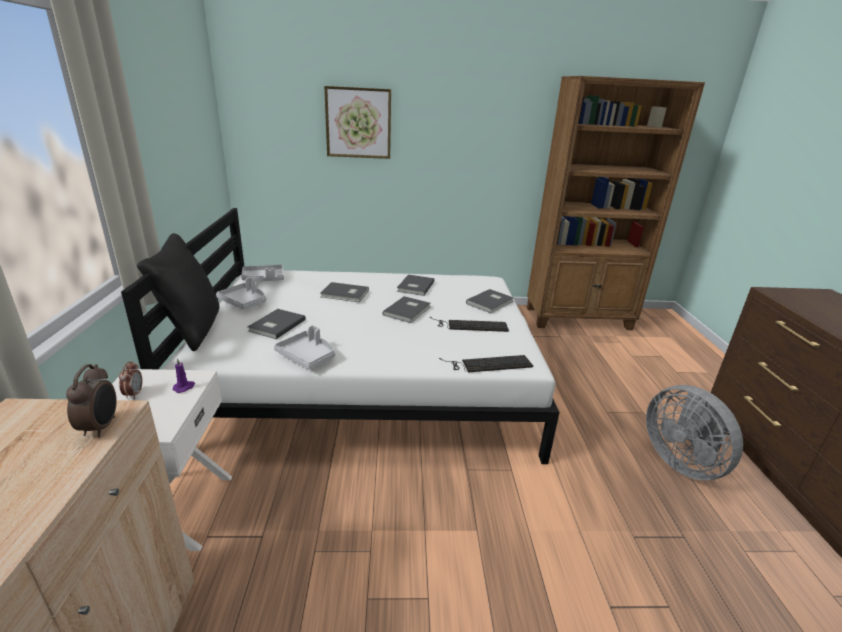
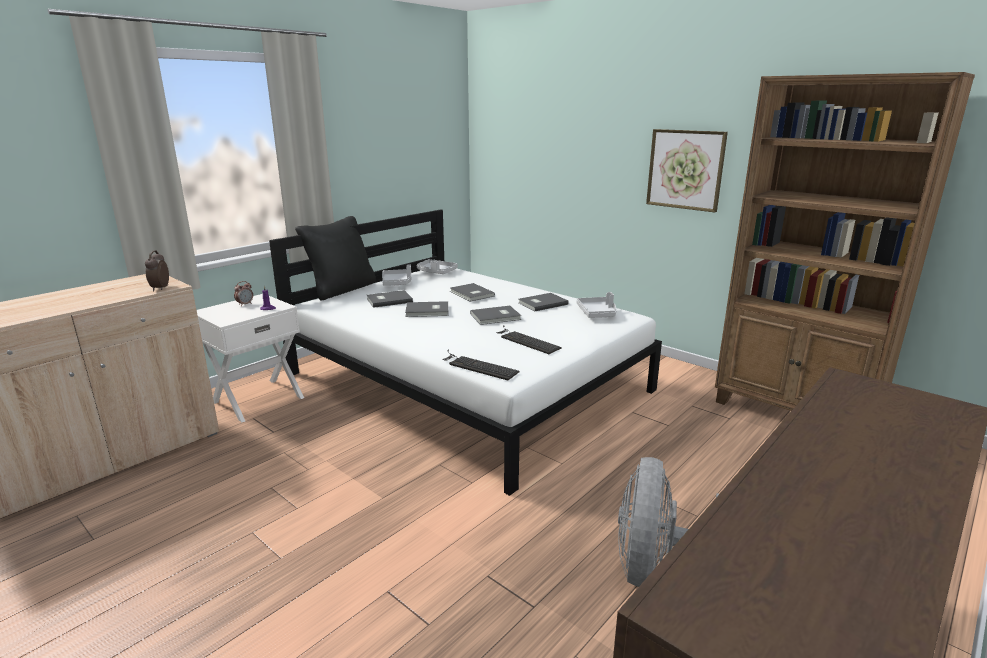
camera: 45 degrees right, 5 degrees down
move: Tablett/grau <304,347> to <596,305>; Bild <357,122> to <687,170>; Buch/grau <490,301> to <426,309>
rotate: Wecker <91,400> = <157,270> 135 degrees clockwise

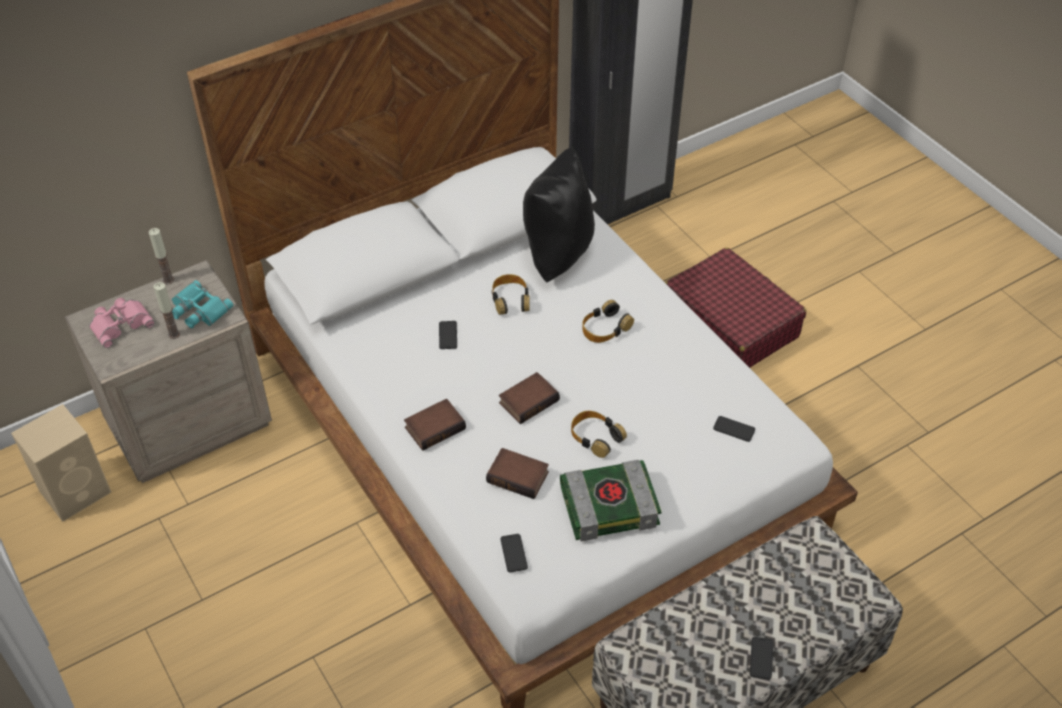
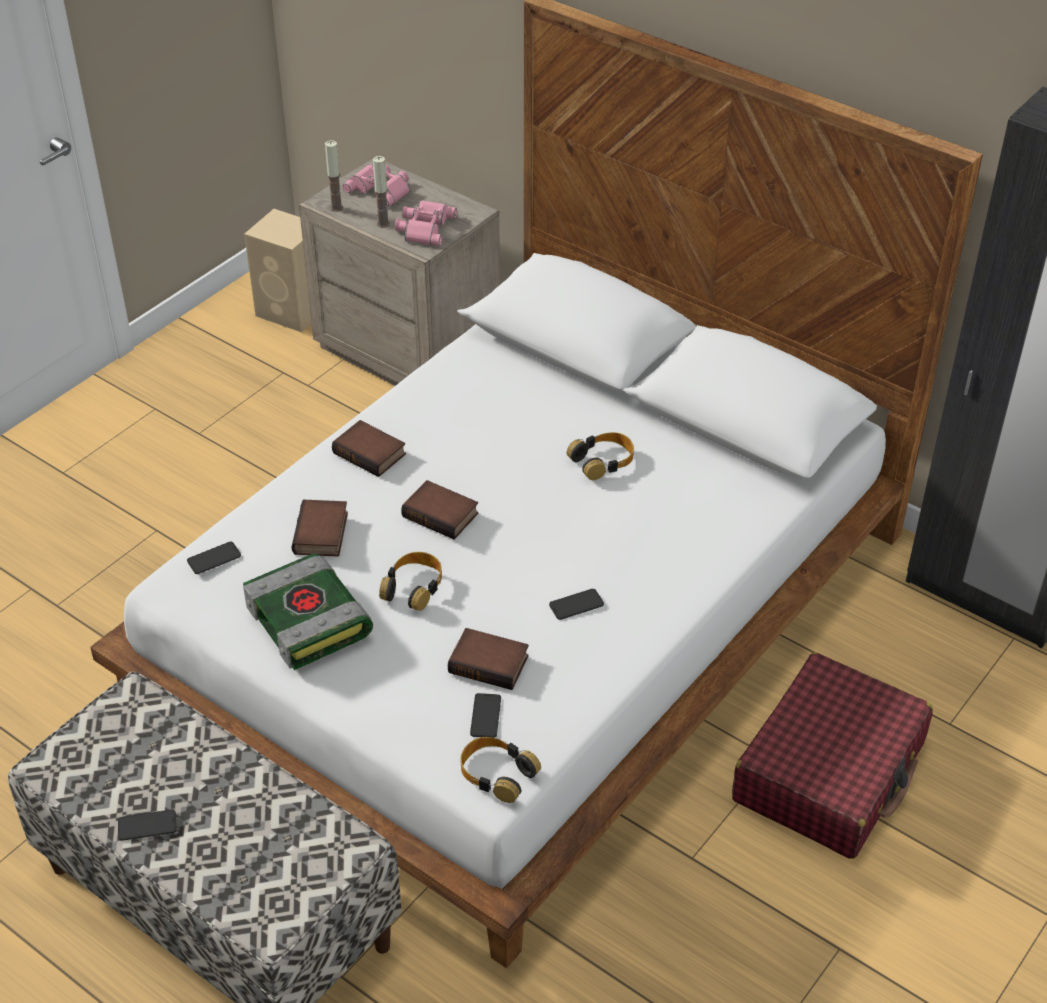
camera: 70 degrees right, 5 degrees down
delete: Kissen/schwarz <559,215>
insert: Buch <488,659>
move: Kerze <161,256> to <334,176>; Handy <448,335> to <576,604>; Kopfhörer <608,321> to <500,770>
recolor: Fernglas/türkis <202,304> to Fernglas/rosa <426,223>

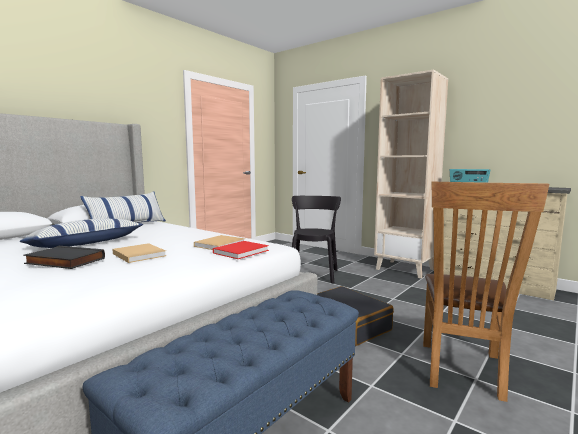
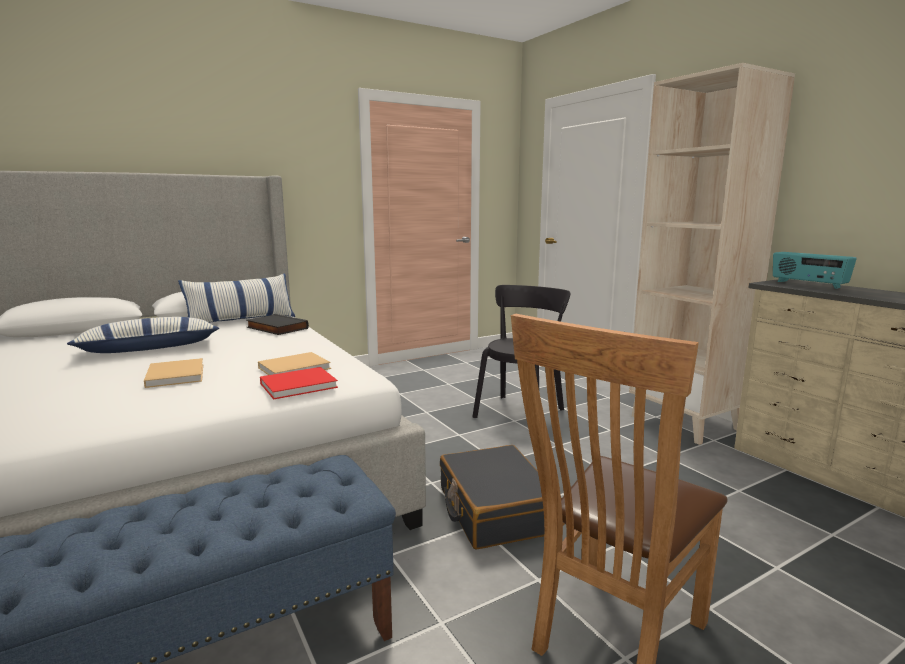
camera: 20 degrees right, 5 degrees up
move: Buch/schwarz <64,257> to <277,324>

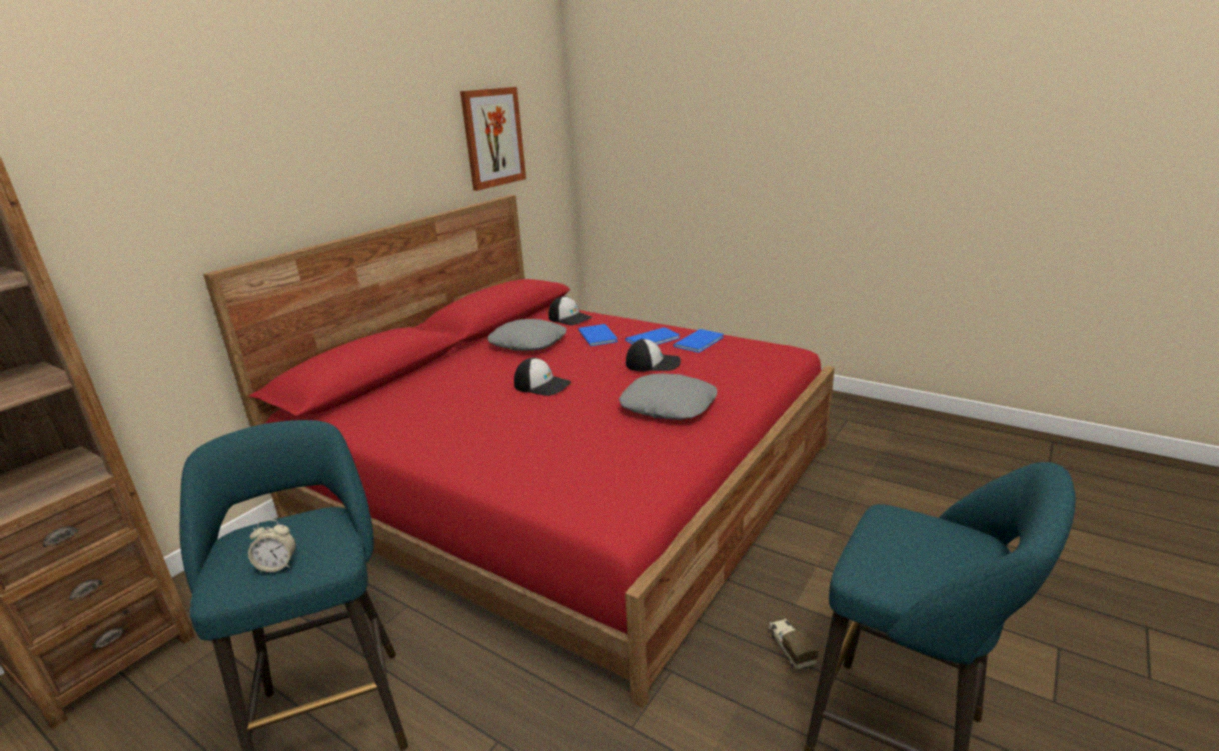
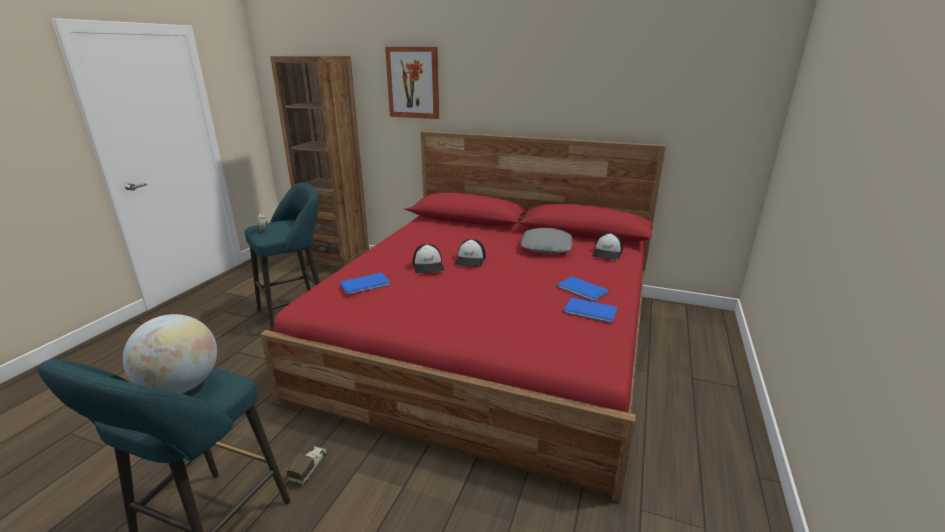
camera: 75 degrees right, 0 degrees up
delete: Kissen/grau <668,396>
insert: Globus <170,354>
move: Bild <493,139> to <412,83>; Buch/blau <598,335> to <365,284>; Kappe <653,355> to <428,258>
rotate: Spielzeuglaster <793,644> = <306,465> 45 degrees counterclockwise

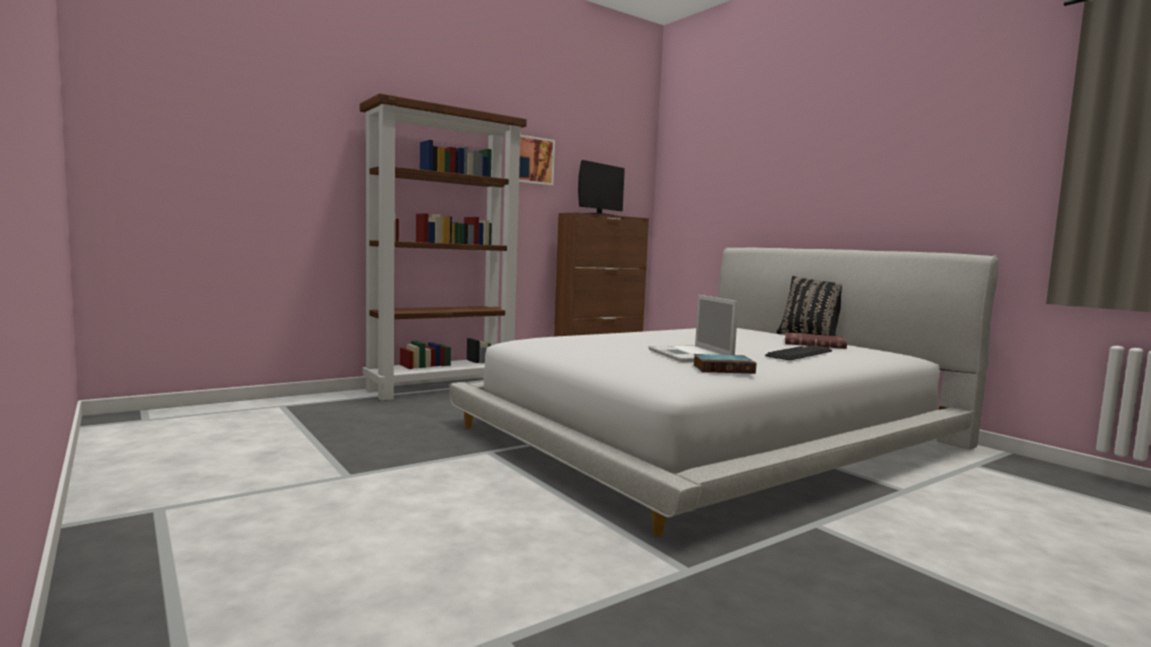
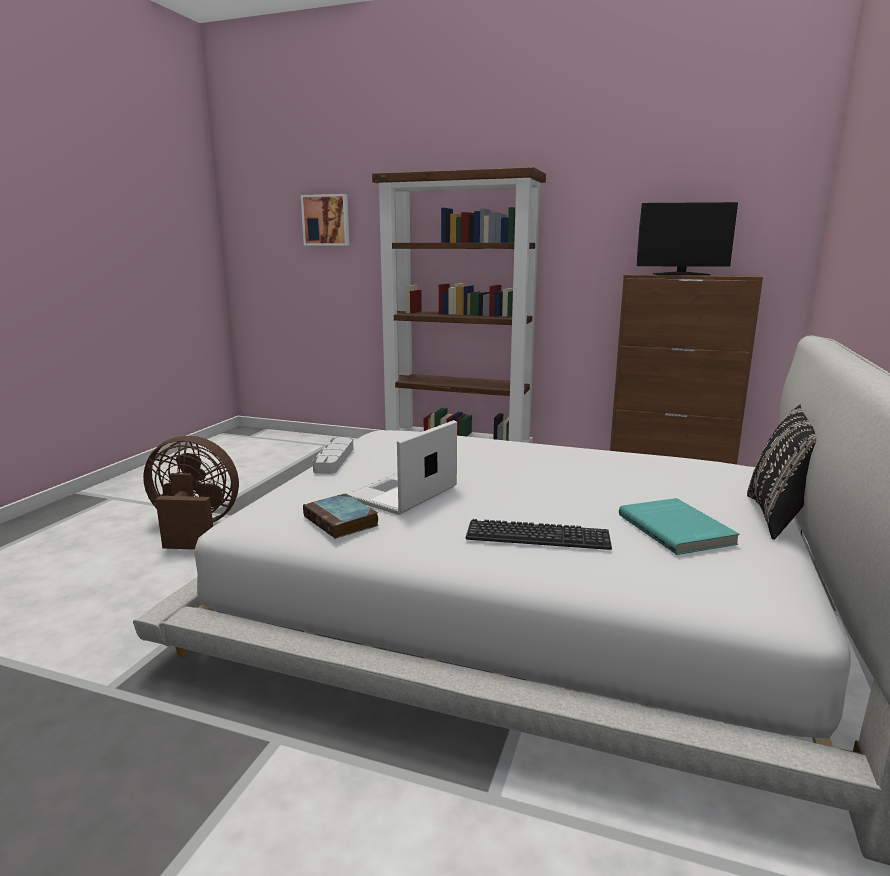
camera: 55 degrees right, 10 degrees up
insert: Ventilator/braun <191,493>; Tablett/grau <333,455>
move: Bild <537,160> to <325,220>
recolor: Buch/rot <816,340> to Buch/türkis <679,526>

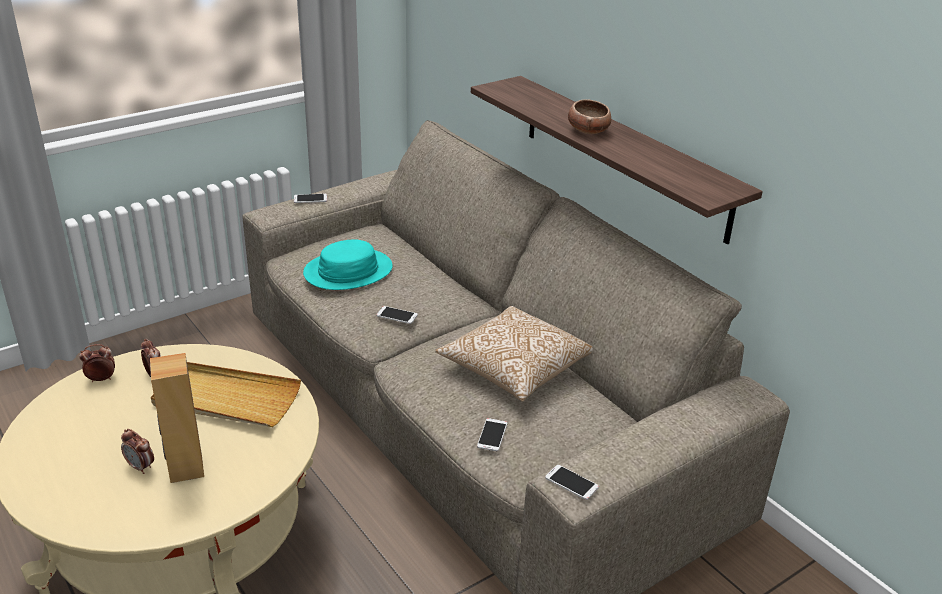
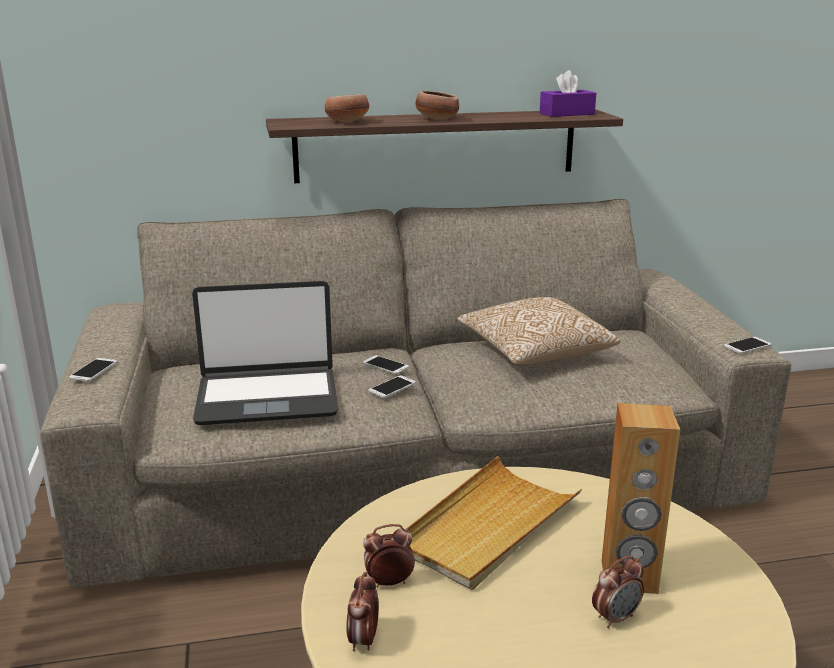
camera: 65 degrees left, 10 degrees down
insert: Schüssel <347,108>; Taschentuchbox/lila <568,93>
move: Handy <492,434> to <386,364>
replace: Hut/türkis <348,264> to Laptop <265,353>

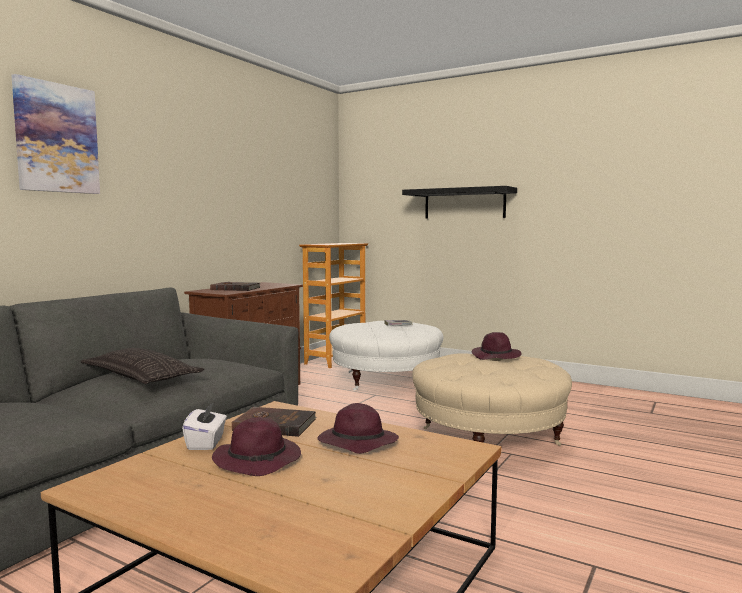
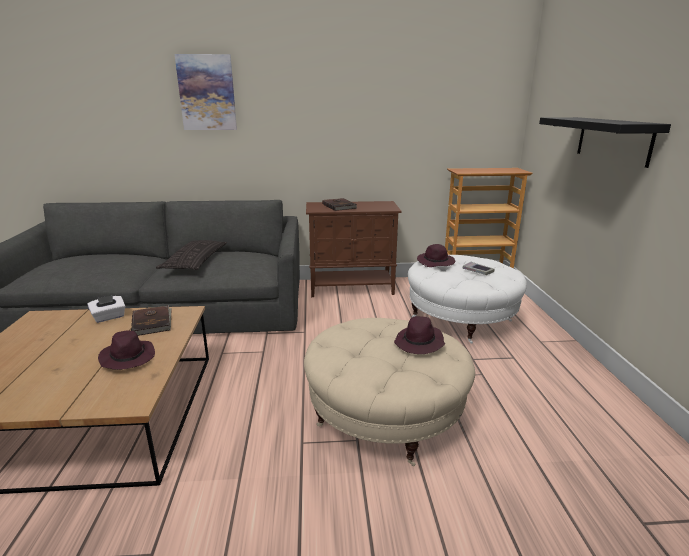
camera: 55 degrees right, 15 degrees up
move: Hut/lila <256,446> to <436,255>

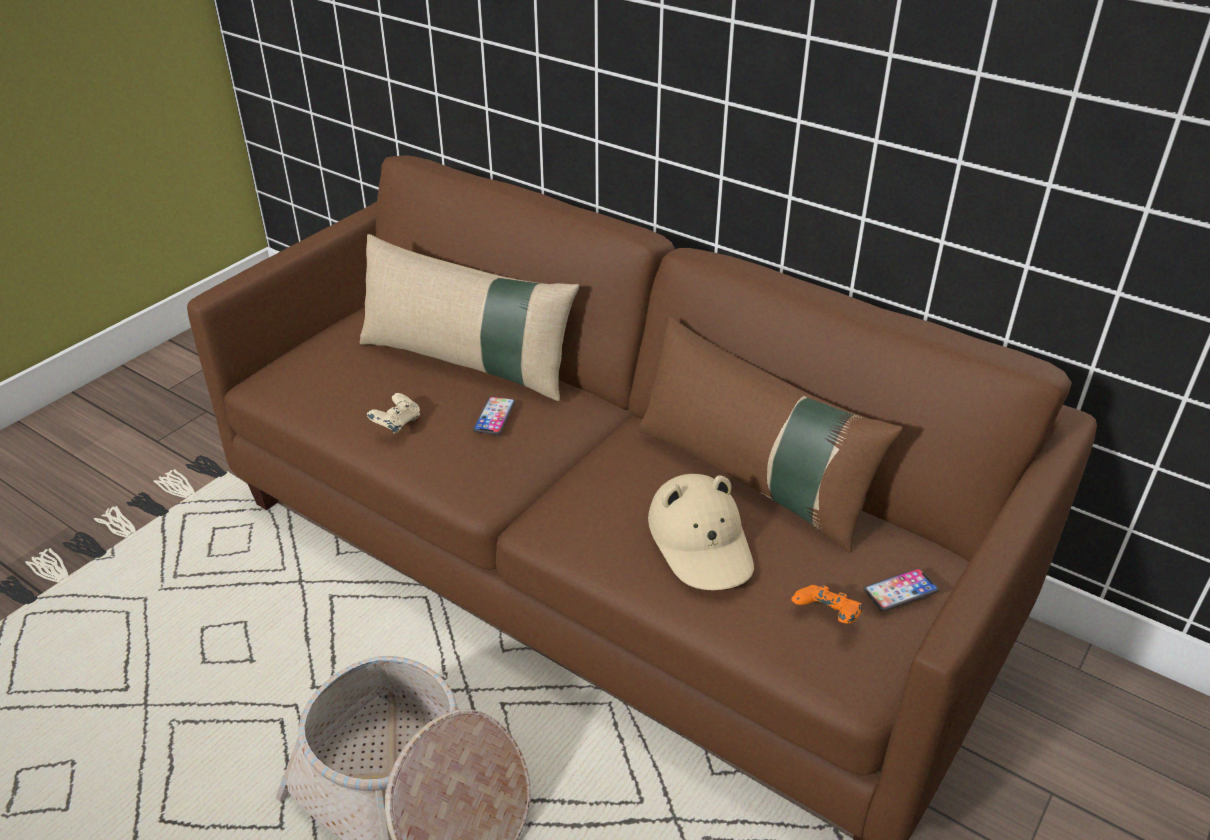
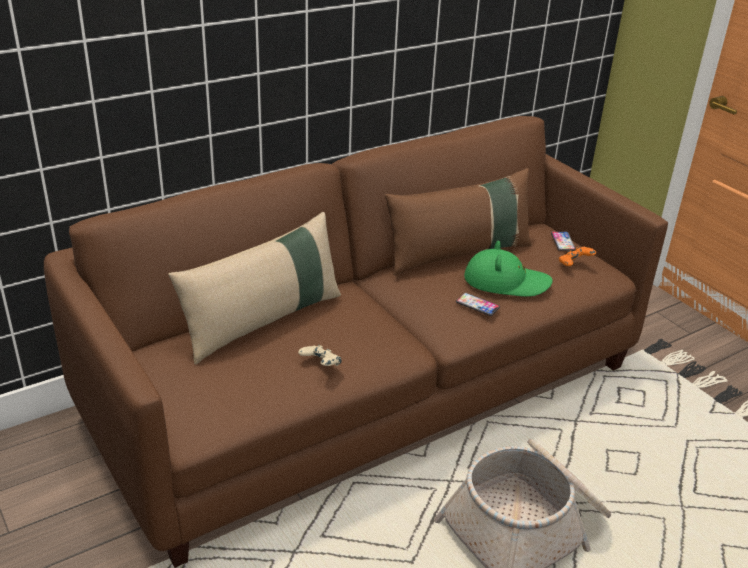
camera: 70 degrees left, 5 degrees down
move: Handy <494,415> to <478,304>
recolor: Hut/beige <701,532> to Hut/grün <508,269>

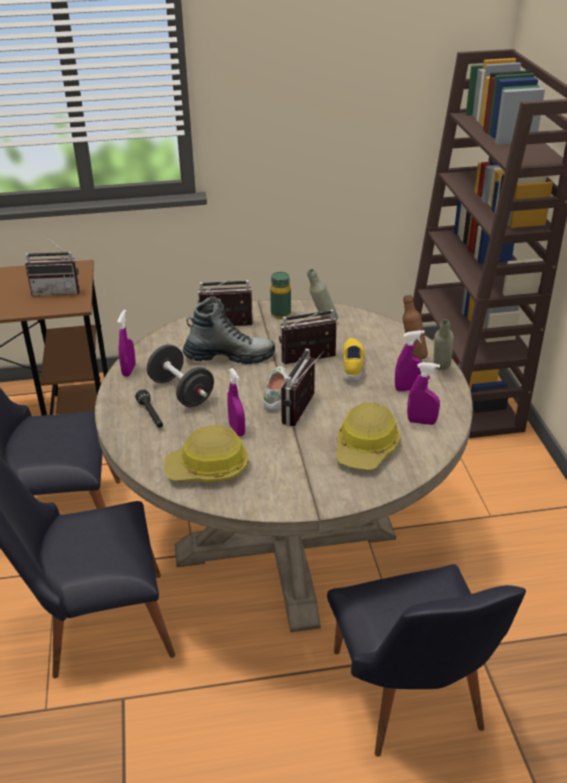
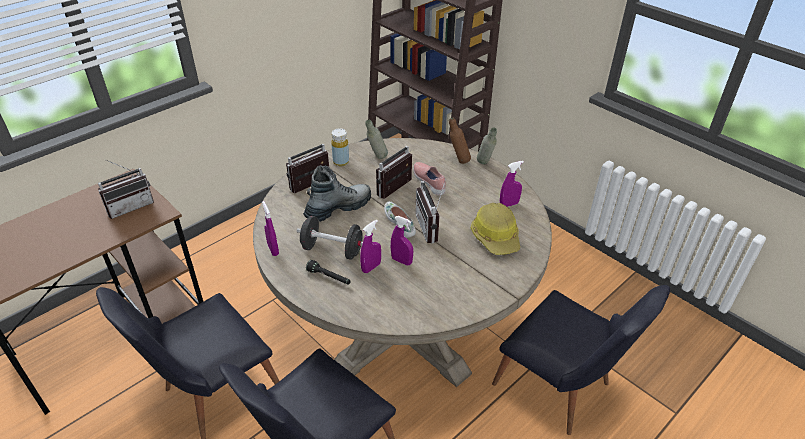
camera: 35 degrees left, 5 degrees up
delete: Schutzhelm <206,453>
move: Sprühflasche/lila <410,361> to <370,246>
recolor: Flasche/grün <280,295> to Flasche/gelb <340,147>; Schuh/gelb <353,360> to Schuh/rosa <429,179>

